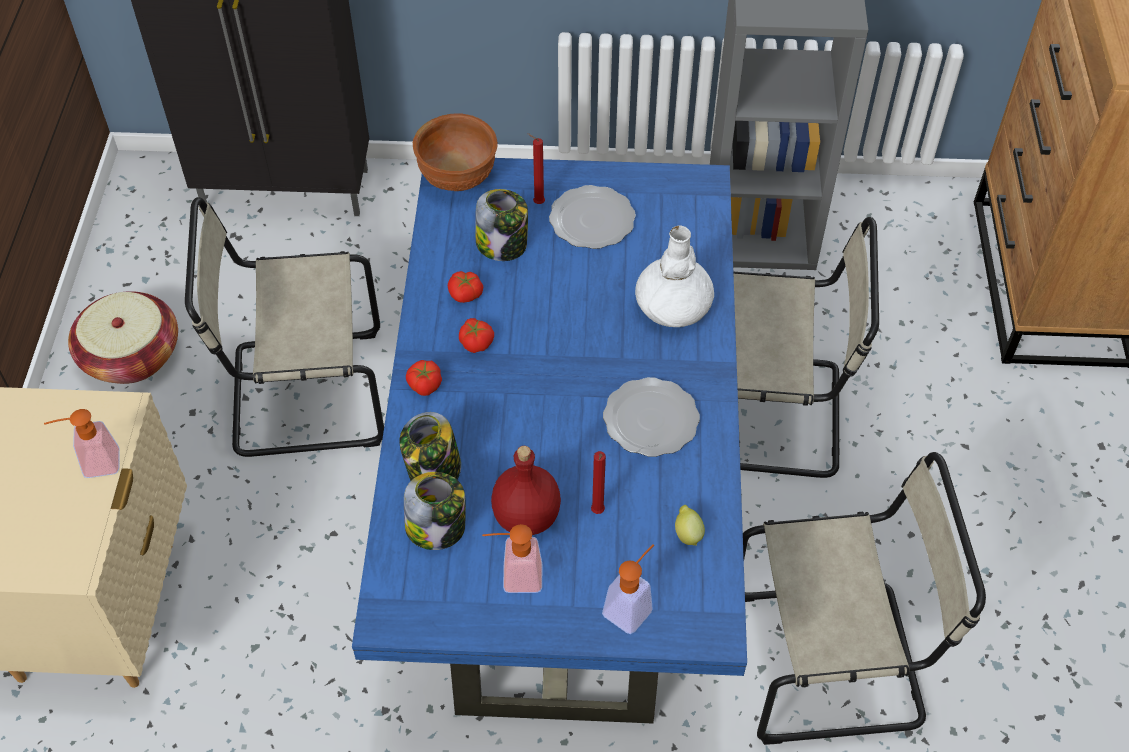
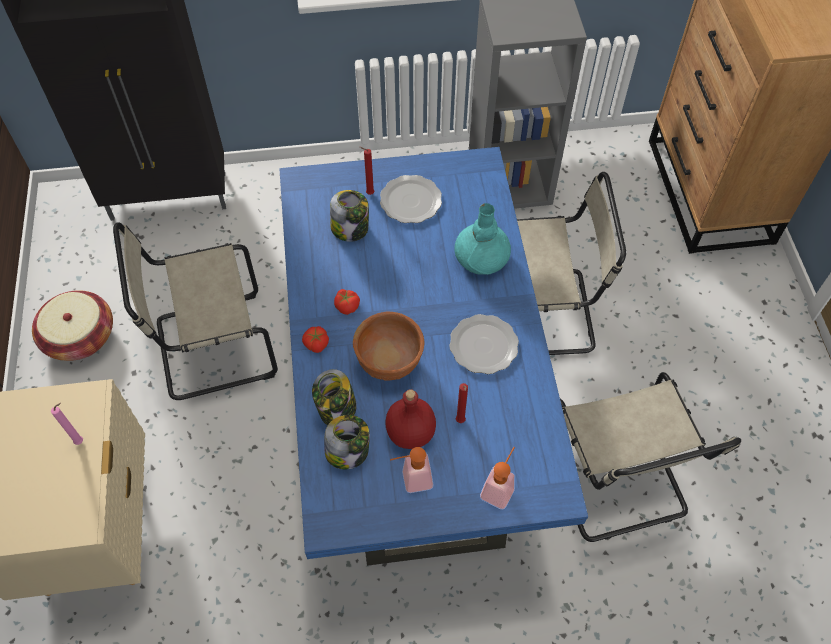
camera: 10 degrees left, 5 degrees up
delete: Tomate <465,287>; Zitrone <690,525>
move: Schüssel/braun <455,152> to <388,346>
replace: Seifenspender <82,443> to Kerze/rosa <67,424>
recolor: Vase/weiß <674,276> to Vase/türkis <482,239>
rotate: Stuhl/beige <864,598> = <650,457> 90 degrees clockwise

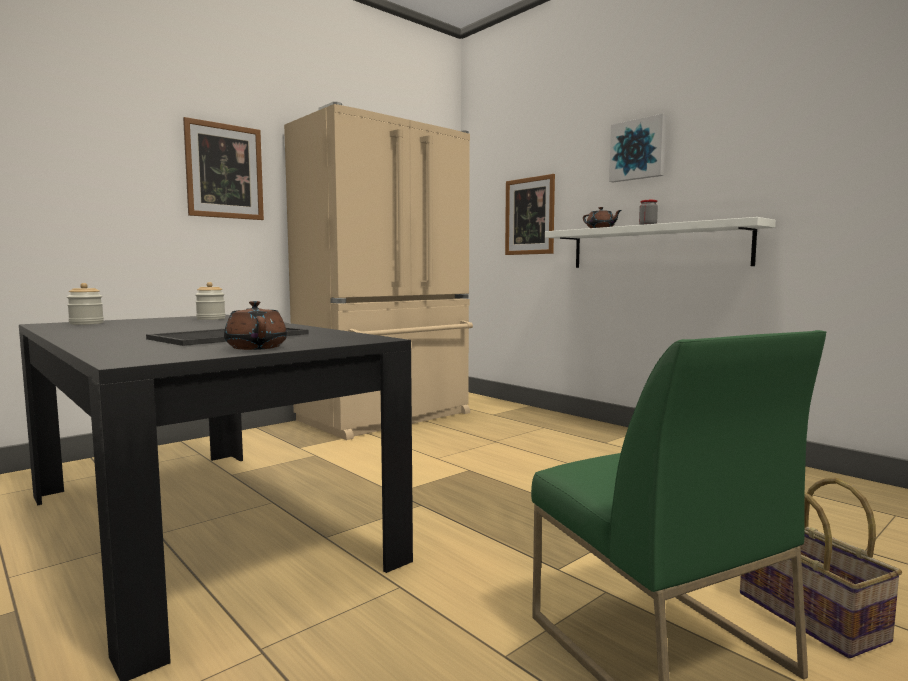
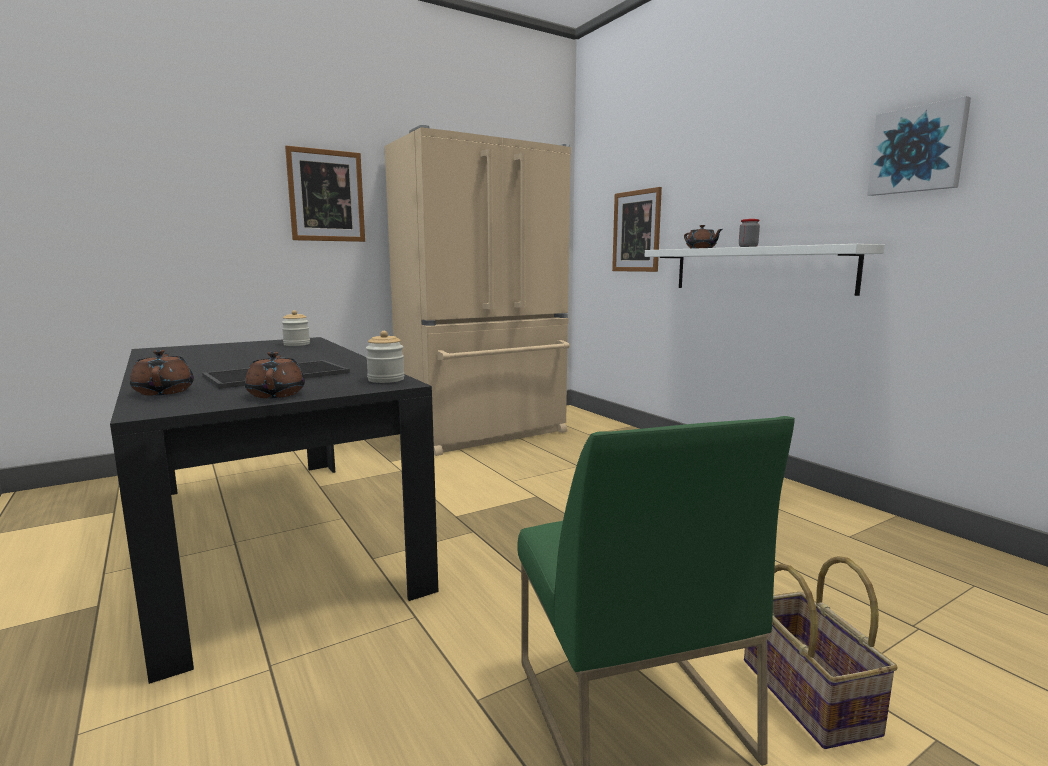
camera: 10 degrees right, 5 degrees up
insert: Teekanne/braun <162,373>
move: Vorratsglas <85,304> to <385,357>; Bild <638,148> to <919,146>

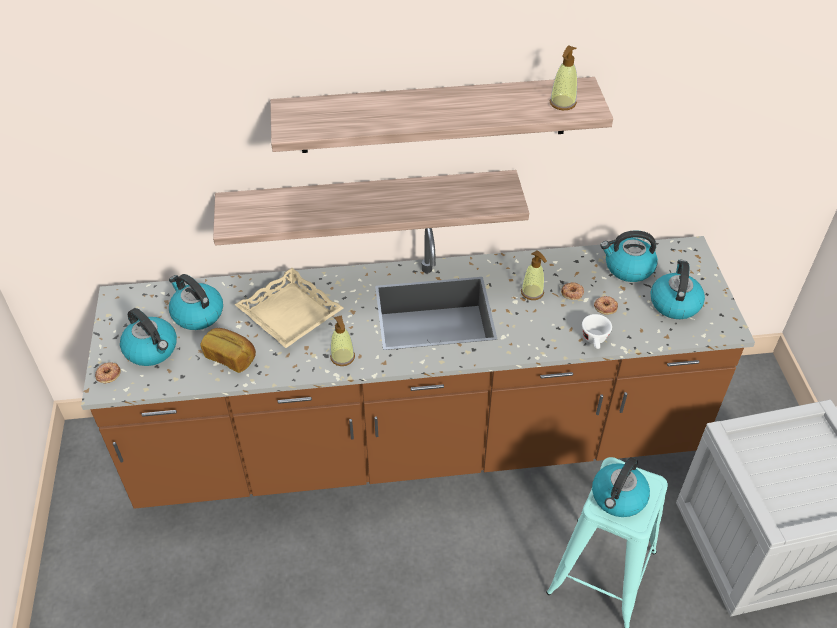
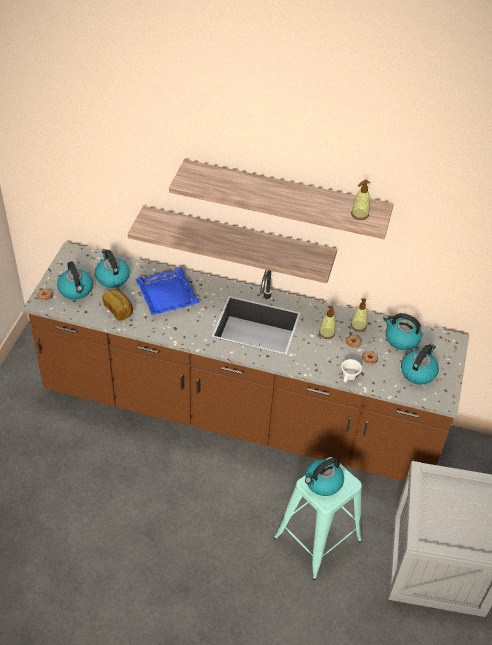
camera: 20 degrees right, 0 degrees up
move: Seifenspender <342,340> to <359,315>
recolor: Tablett/beige <288,308> to Tablett/blau <168,291>

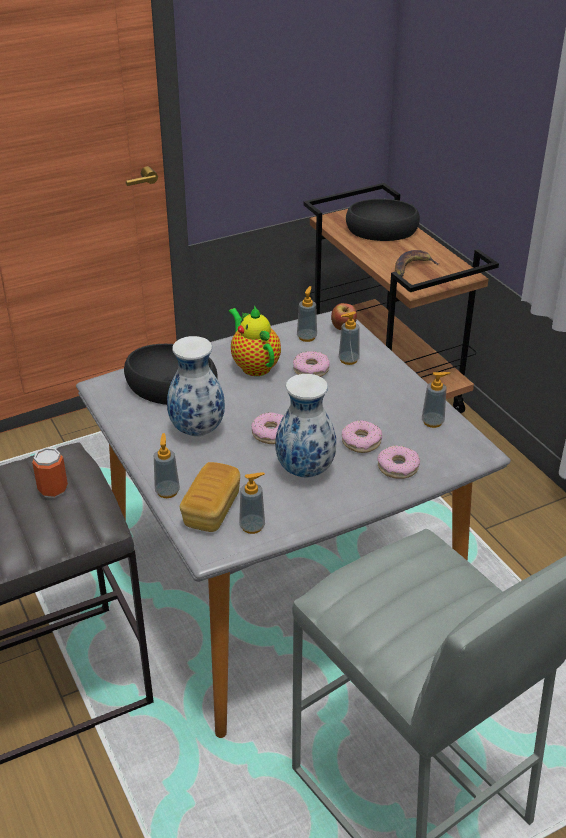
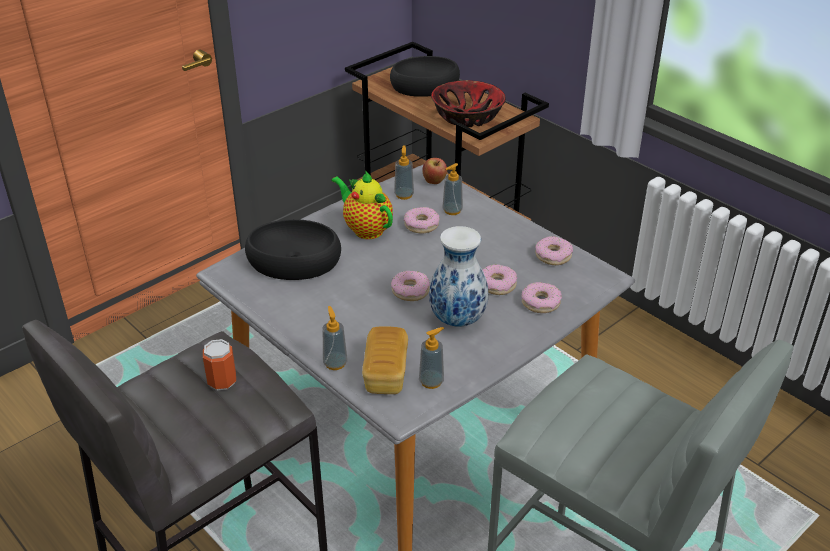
camera: 15 degrees left, 0 degrees up
delete: Vase <196,386>
replace: Banane <416,263> to Schüssel <468,103>; Seifenspender <436,400> to Donut <554,250>

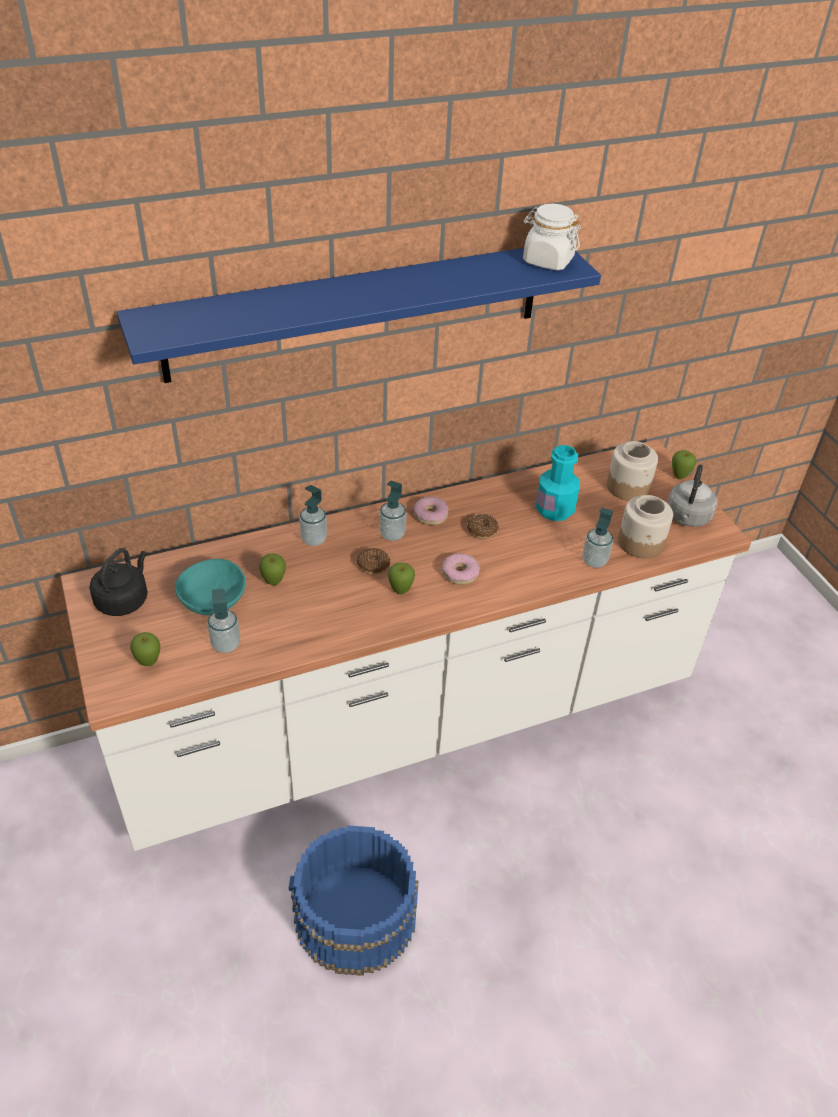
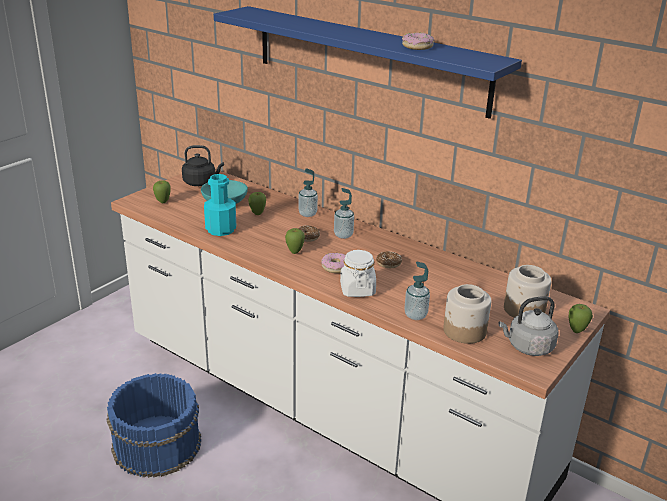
camera: 60 degrees right, 15 degrees down
delete: Seifenspender <223,621>
move: Donut <431,511> to <418,41>; Vorratsglas/weiß <552,237> to <358,273>; Flasche/türkis <558,483> to <220,205>

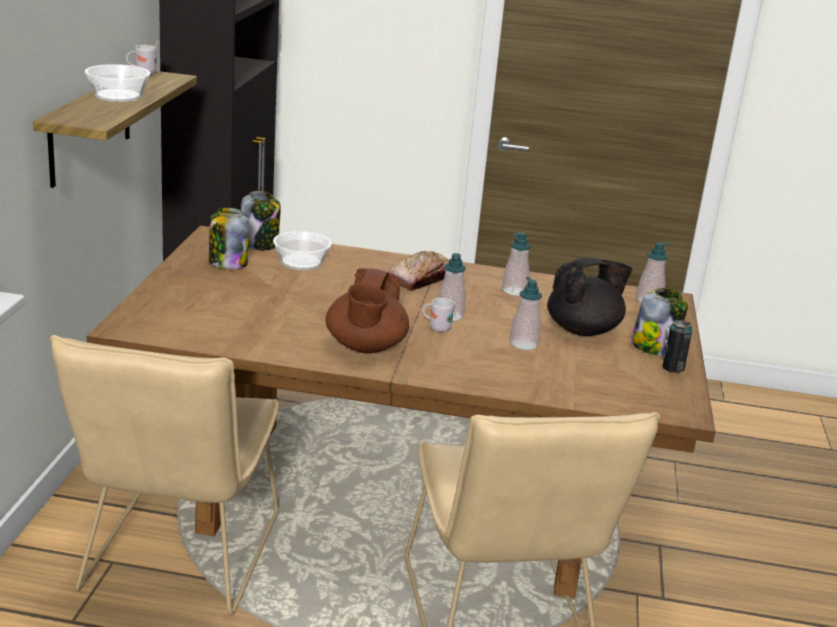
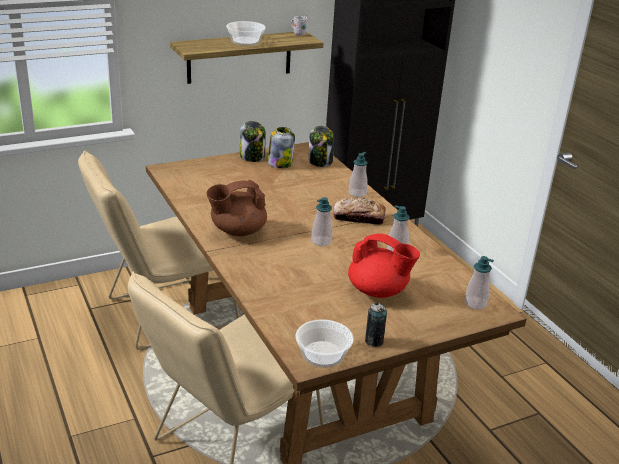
camera: 55 degrees right, 5 degrees up
delete: Henkelbecher/weiß <439,315>
move: Schüssel <302,250> to <325,343>; Seifenspender <526,313> to <358,174>; Vorratsglas <659,321> to <253,141>
recolor: Teekanne/schwarz <590,296> to Teekanne/rot <384,265>

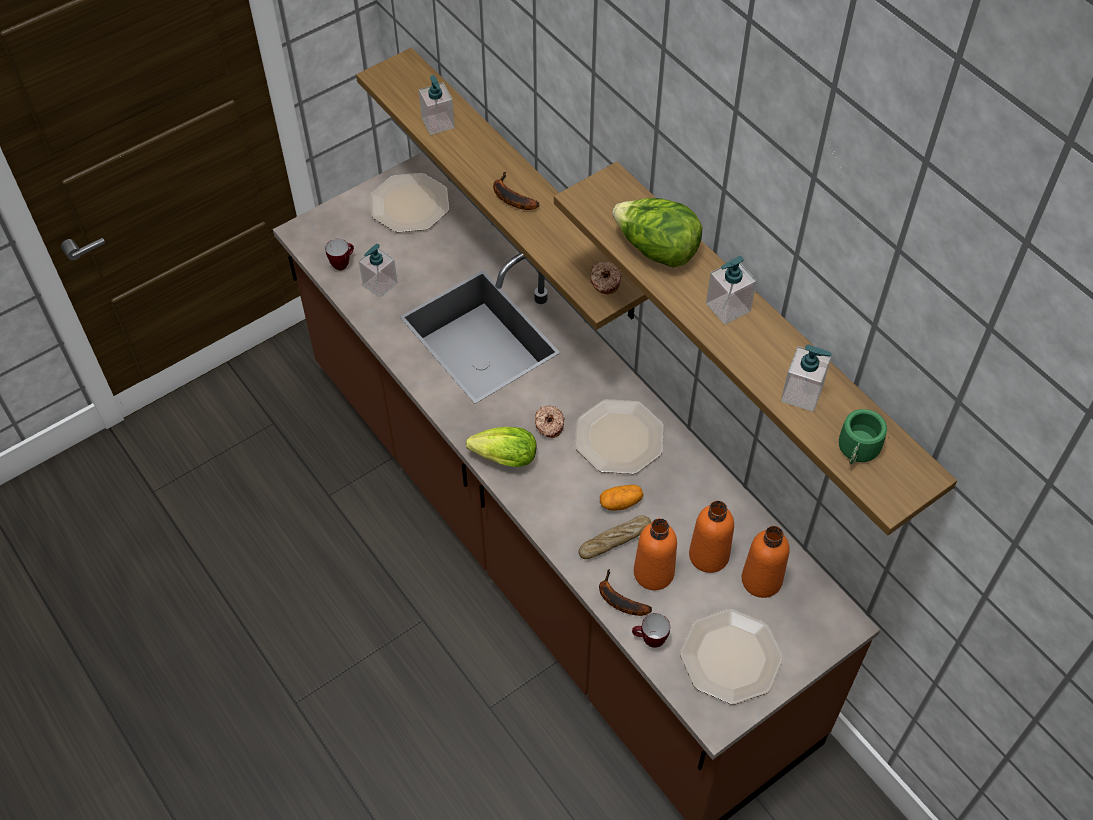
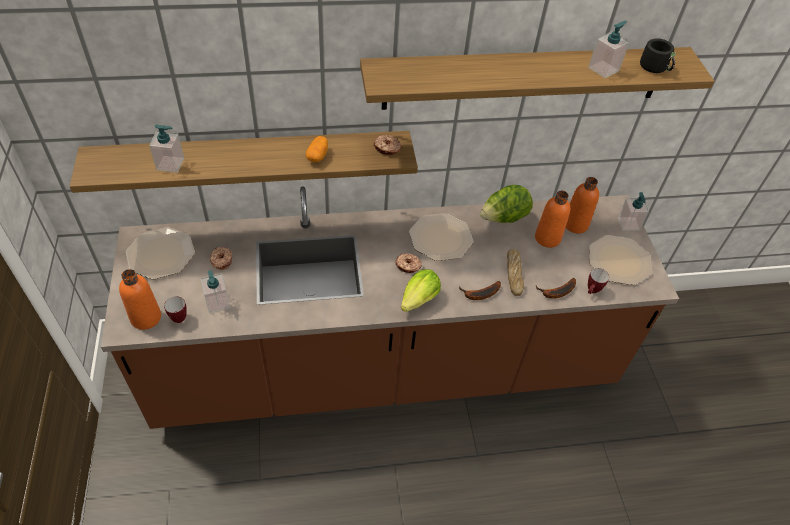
camera: 65 degrees left, 5 degrees down
insert: Donut <221,258>
move: Banane <516,191> to <480,290>; Kartoffel <622,498> to <317,149>; Salatkopf <657,232> to <506,204>; Flasche/orange <655,554> to <140,299>; Seifenspender <731,290> to <633,211>
recolor: Henkelbecher/grün <865,437> to Henkelbecher/schwarz <658,55>

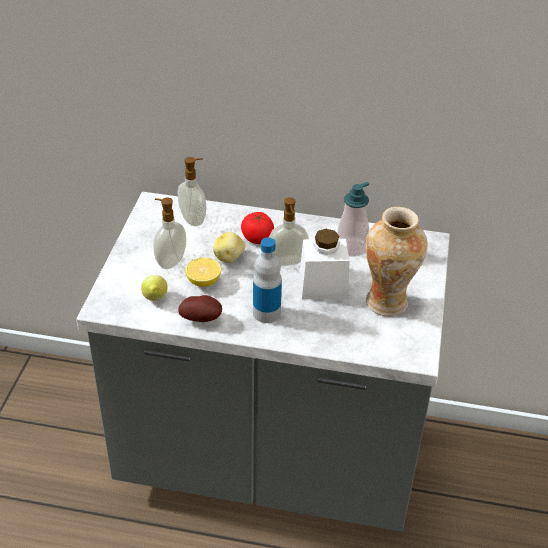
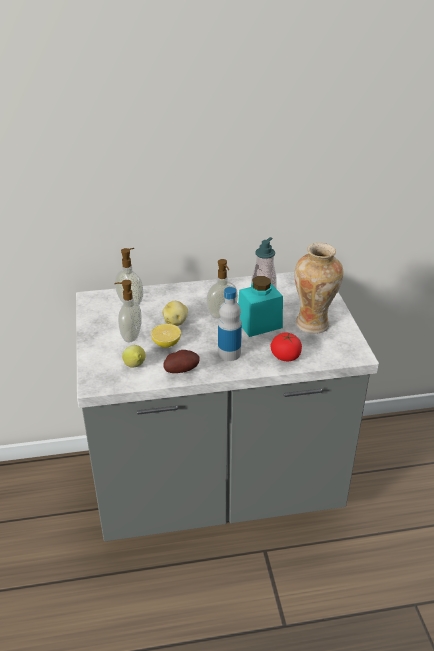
camera: 20 degrees left, 5 degrees down
move: Tomate <257,228> to <286,346>
recolor: Vorratsglas/weiß <324,264> to Vorratsglas/türkis <260,306>

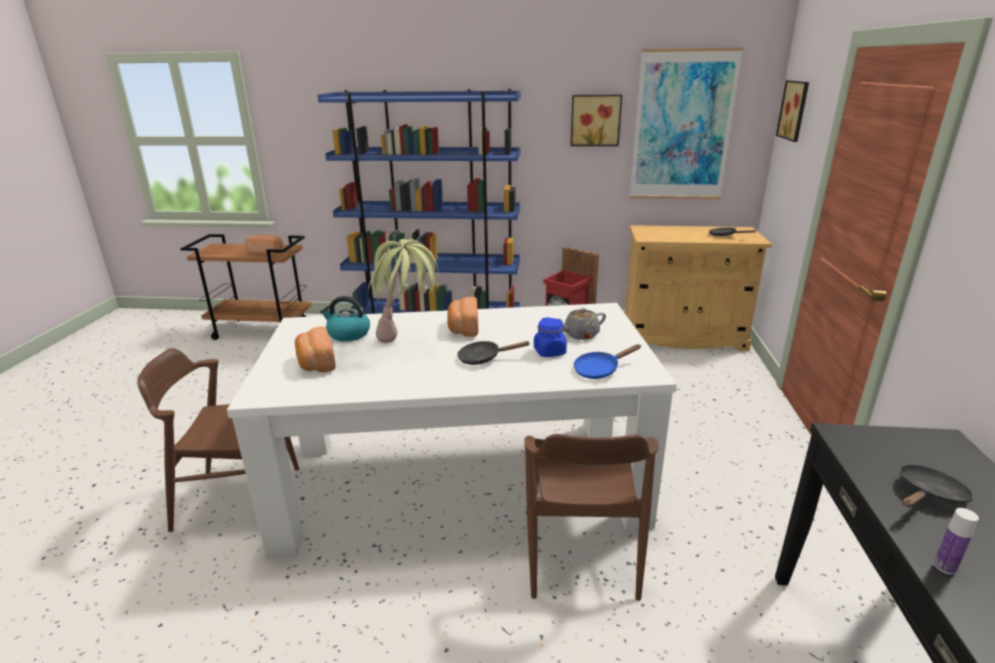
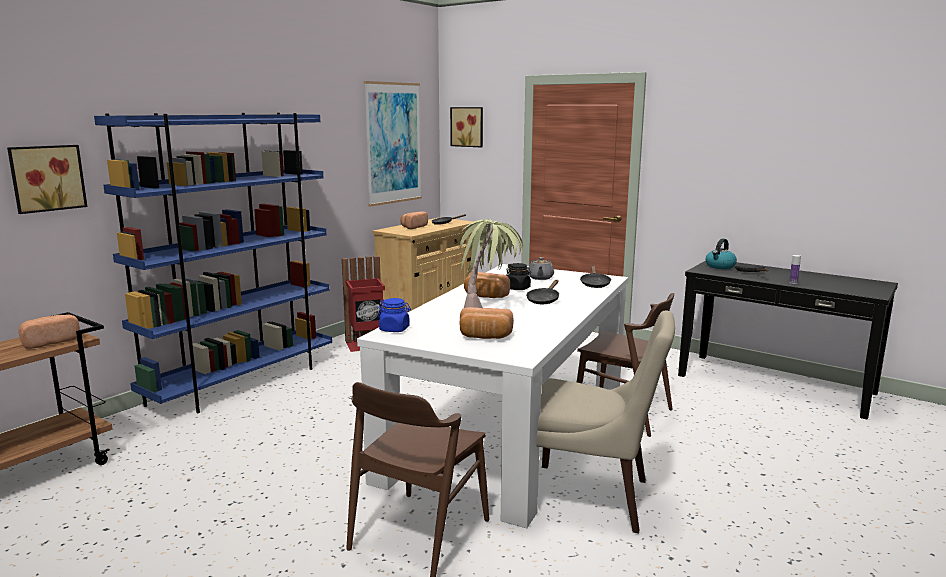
camera: 60 degrees left, 10 degrees down
insert: Brot <414,220>; Vorratsglas/schwarz <518,276>; Stuhl/beige <605,422>
move: Wasserkessel <345,319> to <721,254>; Vorratsglas/blau <550,337> to <394,315>; Bild <596,120> to <47,179>
recolor: Pfanne/blau <607,361> to Pfanne/schwarz <596,276>

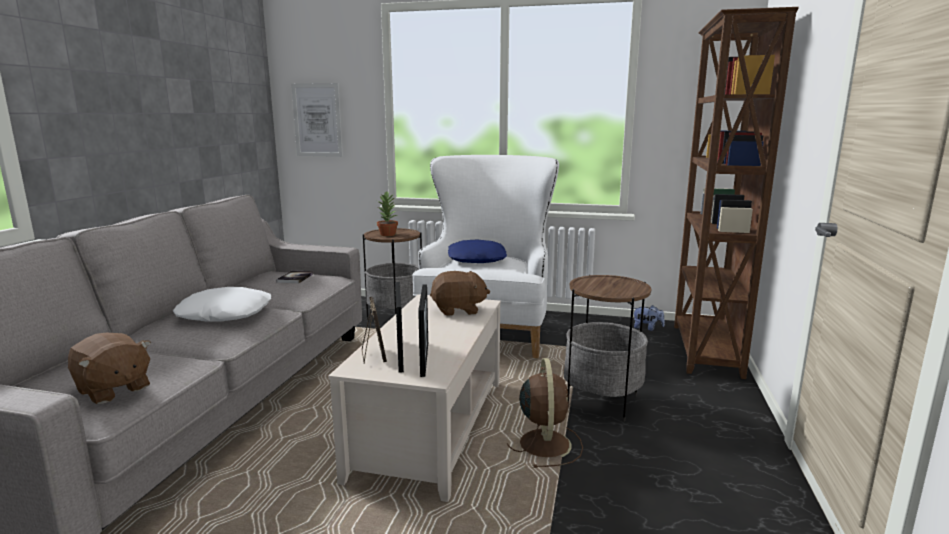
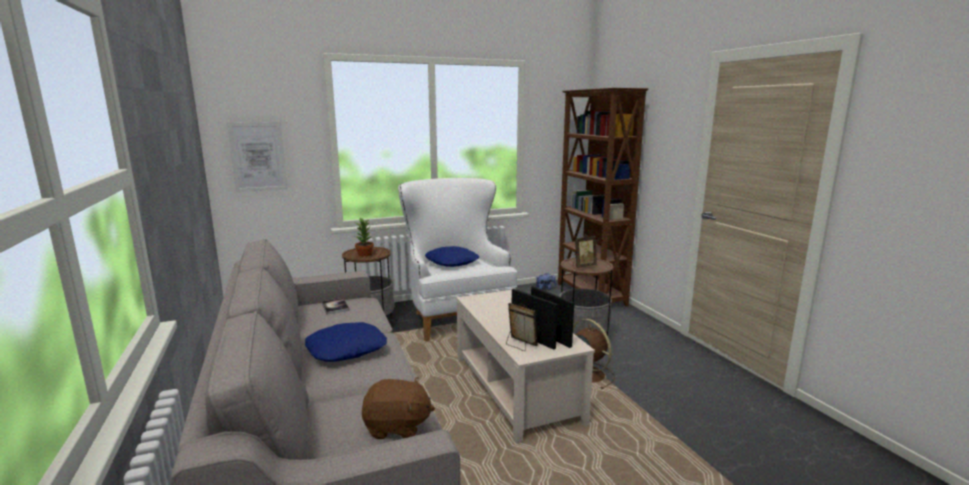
camera: 35 degrees left, 0 degrees up
delete: Plüschtier/braun <460,293>
insert: Bilderrahmen <585,251>
recolor: Kissen/weiß <222,304> to Kissen/blau <346,342>

